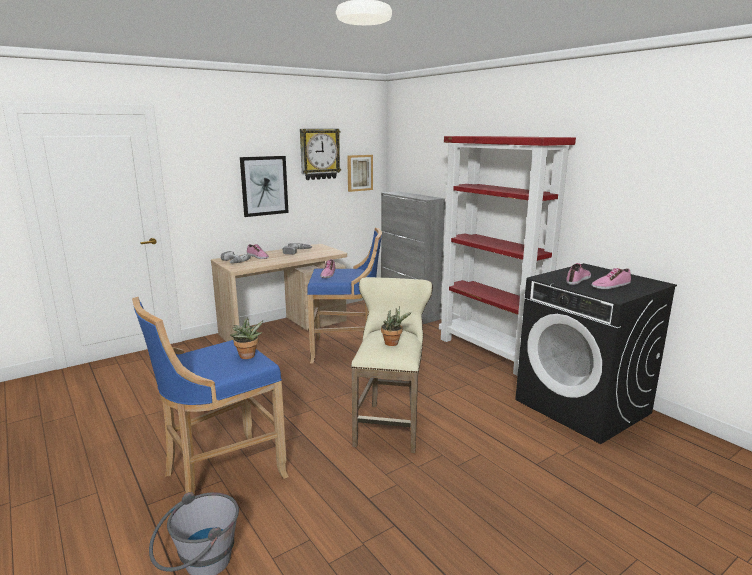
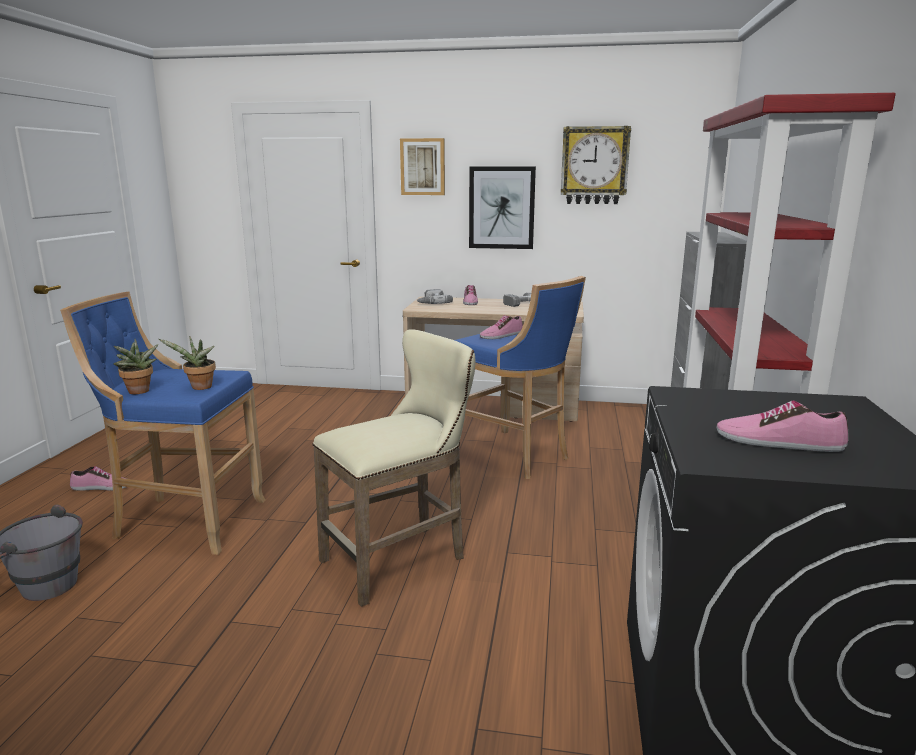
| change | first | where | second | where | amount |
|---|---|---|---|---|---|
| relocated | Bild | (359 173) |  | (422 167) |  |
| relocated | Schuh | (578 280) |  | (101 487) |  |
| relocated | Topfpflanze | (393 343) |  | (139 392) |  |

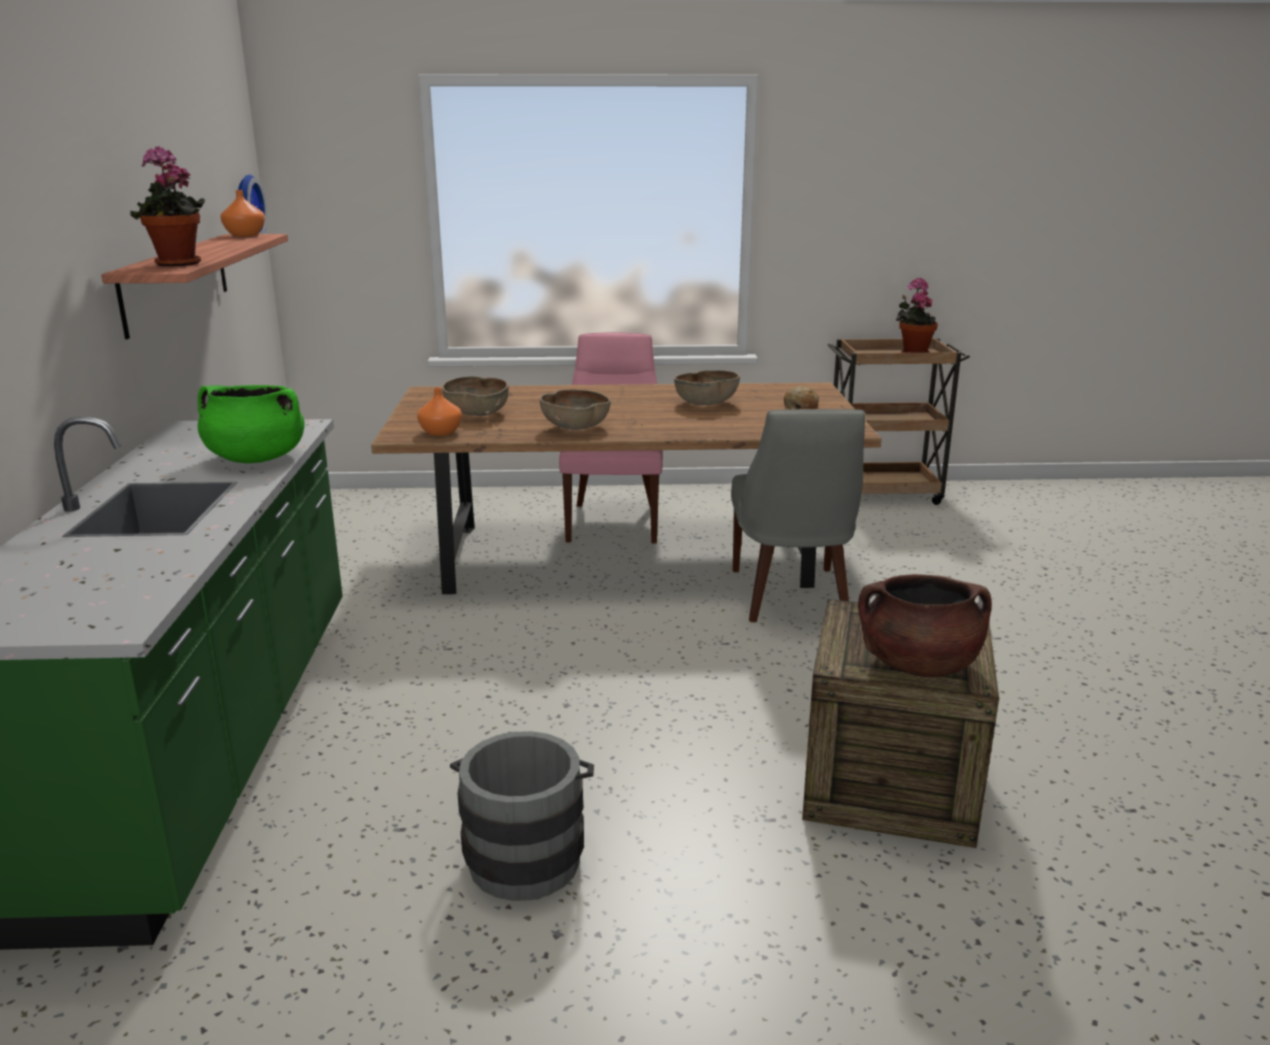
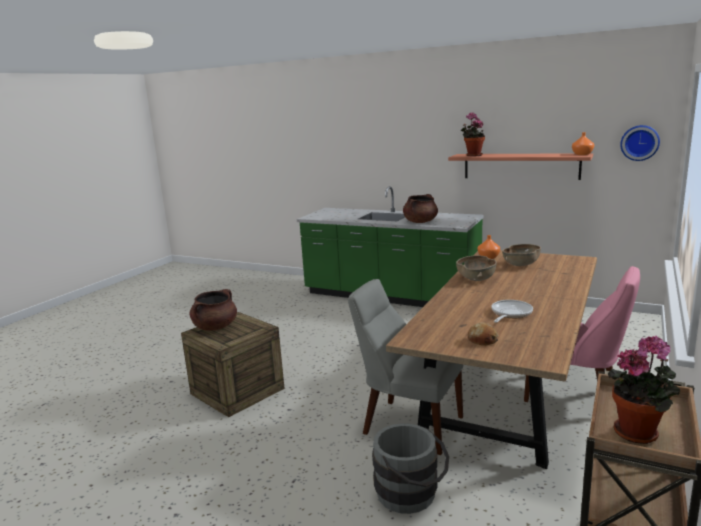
| change | first | where | second | where | amount |
|---|---|---|---|---|---|
| exchanged | Schüssel/braun | (706 404) | Pfanne | (510 314) |  |
| colour | Kochtopf/grün | (255 458) | Kochtopf/braun | (420 222) |  |
| relocated | Eimer/grau | (526 853) |  | (411 495) |  |

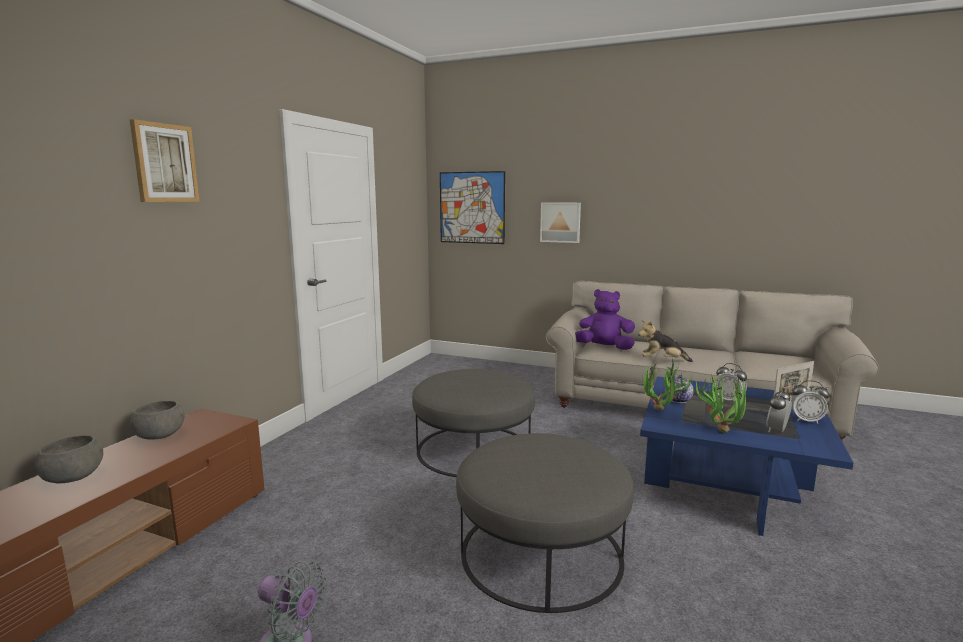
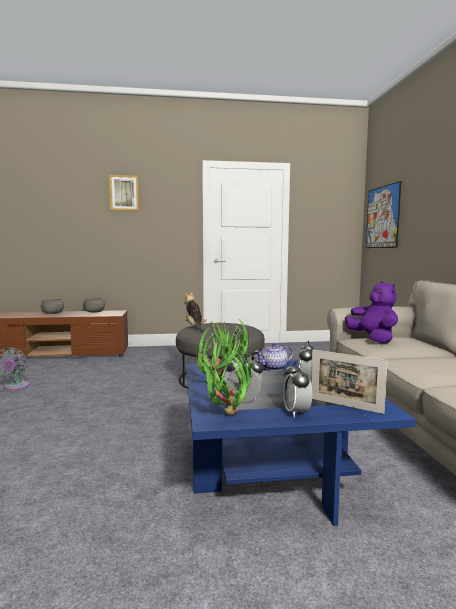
| change | first | where | second | where | amount |
|---|---|---|---|---|---|
| missing | Bild | (560 222) |  |  |  |
| relocated | Plüschtier | (662 361) |  | (194 327) |  |
| missing | Polsterhocker/grau | (541 552) |  |  |  |
| appeared |  |  | Topfpflanze | (224 416) |  |

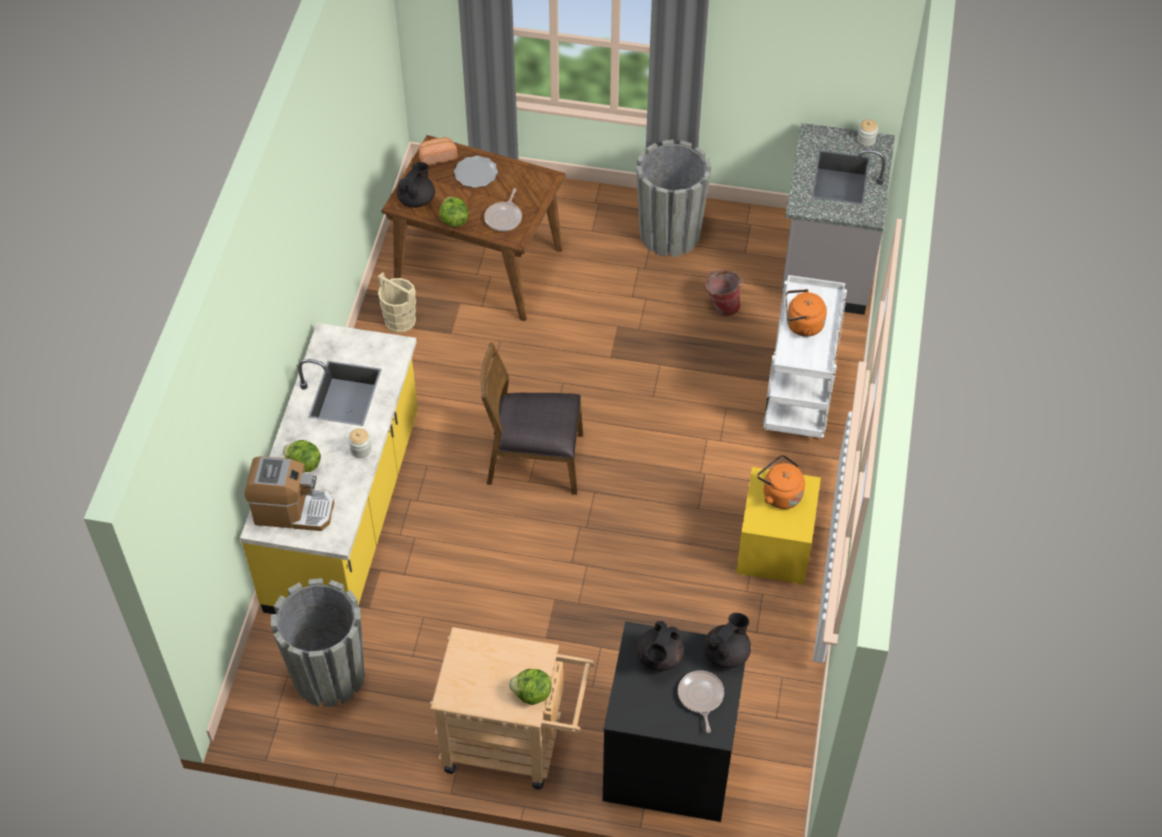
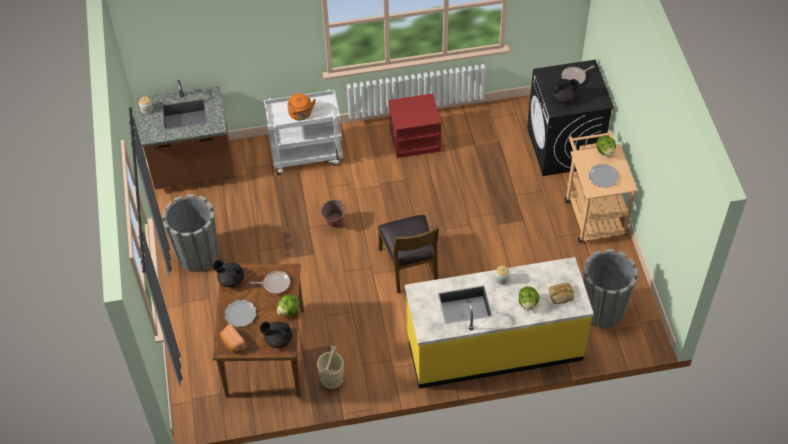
| change | first | where | second | where | amount |
|---|---|---|---|---|---|
| colour | Küchenzeile/grau | (826 263) | Küchenzeile/braun | (194 169) |  |
| relocated | Eimer | (721 306) |  | (334 224) |  |
| missing | Wasserkessel/orange | (779 494) |  |  |  |
| exchanged | Kaffeemaschine | (293 510) | Brot | (561 295) |  |
| colour | Nachttisch/gelb | (775 548) | Nachttisch/rot | (415 140) |  |
| relocated | Teekanne/schwarz | (727 653) |  | (230 279) |  |
| appeared |  |  | Teller | (603 176) |  |

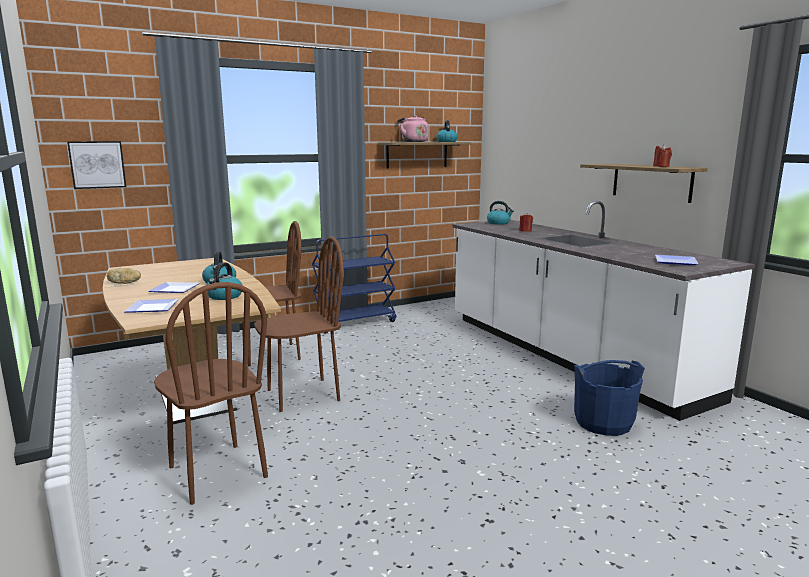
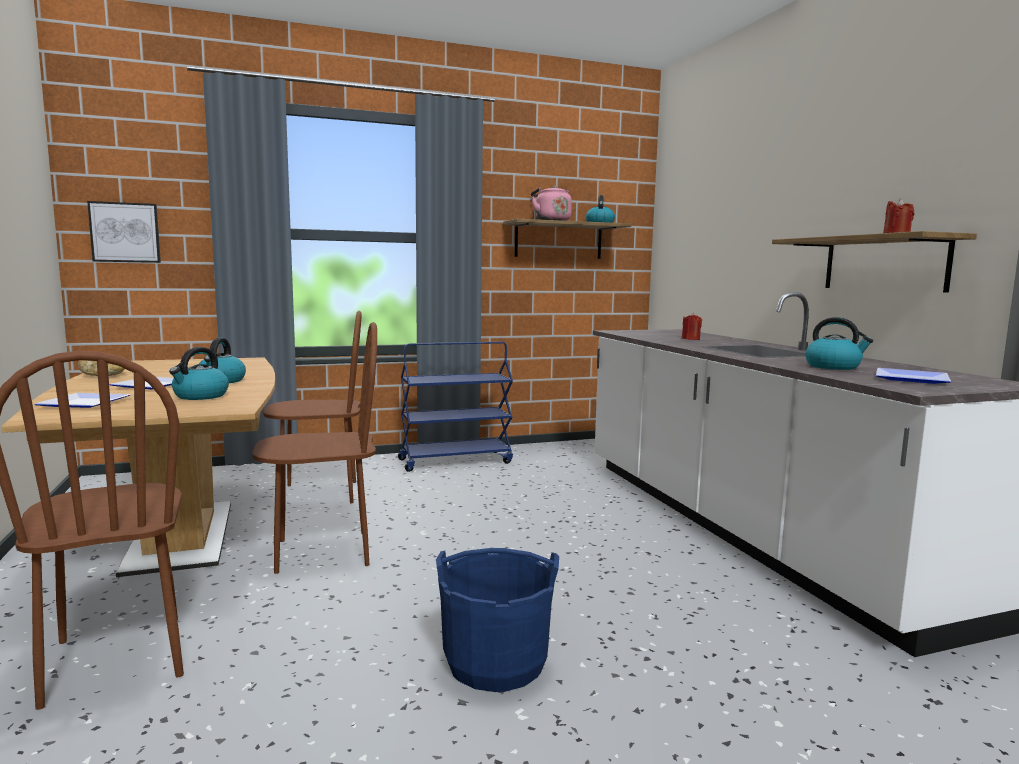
| change | first | where | second | where | amount |
|---|---|---|---|---|---|
| relocated | Wasserkessel | (499 223) |  | (833 367) |  |
| relocated | Eimer/blau | (603 423) |  | (495 663) |  |

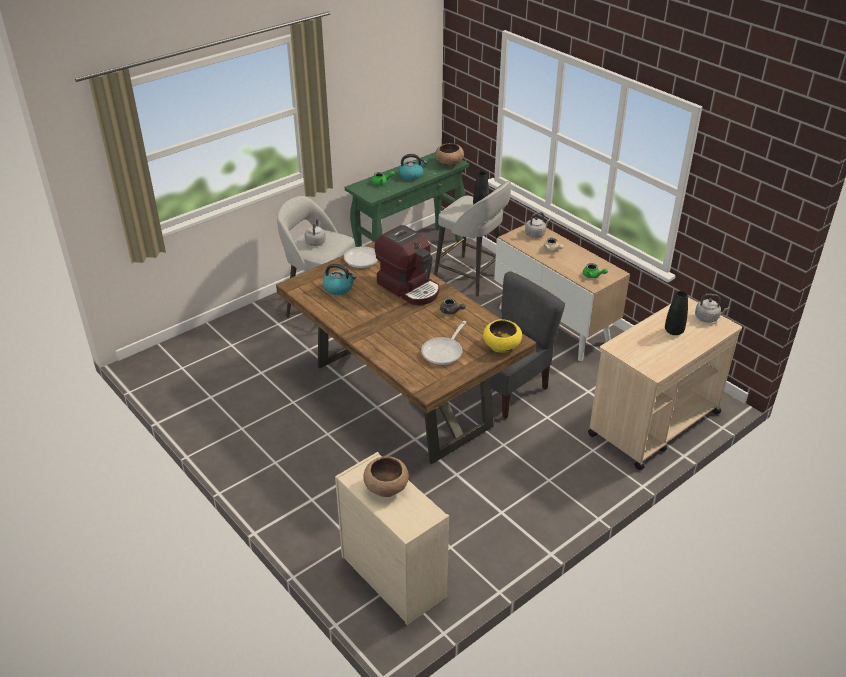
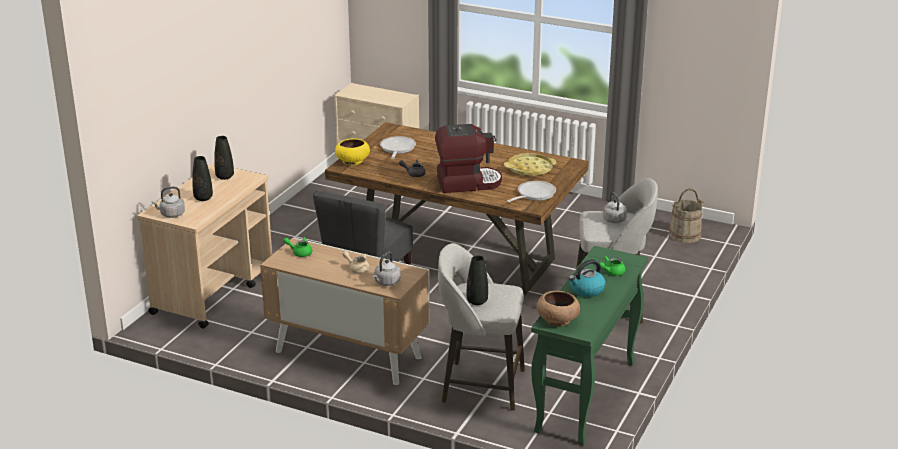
| change | first | where | second | where | amount |
|---|---|---|---|---|---|
| spun | Kaffeemaschine | (409 287) |  | (467 182) | 150 degrees clockwise |
| exchanged | Wasserkessel | (339 288) | Tablett/gelb | (530 169) |  |
| missing | Schüssel/braun | (386 487) |  |  |  |
| appeared |  |  | Vase/schwarz | (224 177) |  |
| appeared |  |  | Eimer/beige | (684 235) |  |

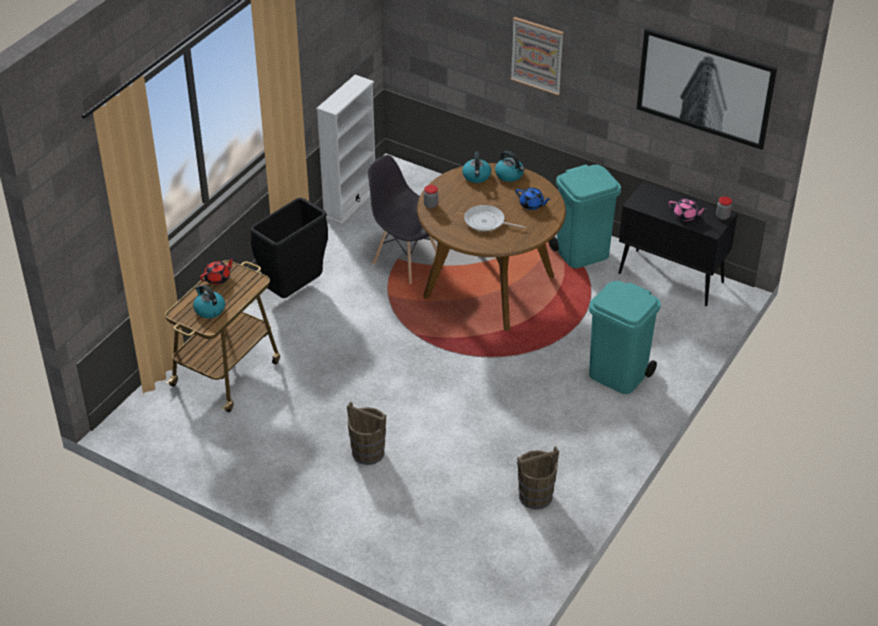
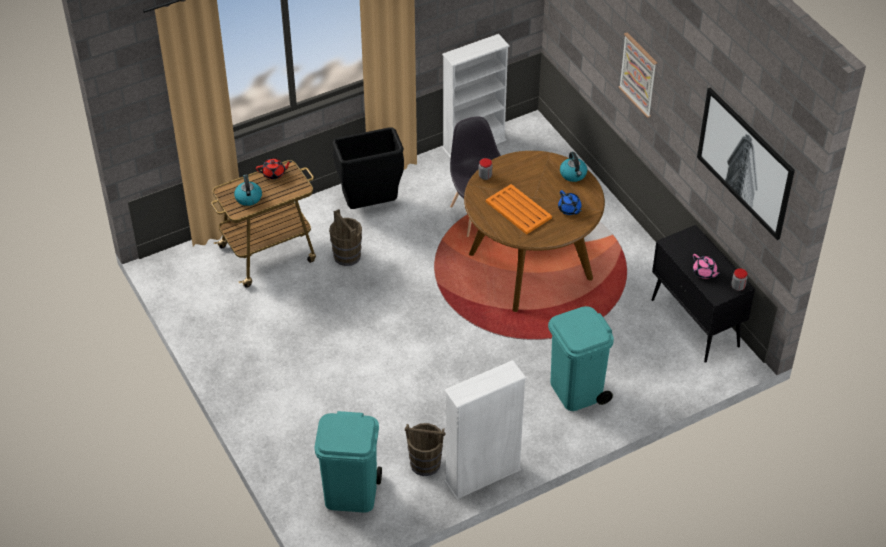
| change | first | where | second | where | amount |
|---|---|---|---|---|---|
| missing | Wasserkessel | (476 176) |  |  |  |
| relocated | Mülleimer/türkis | (582 253) |  | (351 494) |  |
| exchanged | Pfanne | (487 222) | Tablett/orange | (518 210) |  |
| relocated | Eimer/braun | (368 452) |  | (347 255) |  |
| appeared |  |  | Bücherregal/weiß | (482 476) |  |

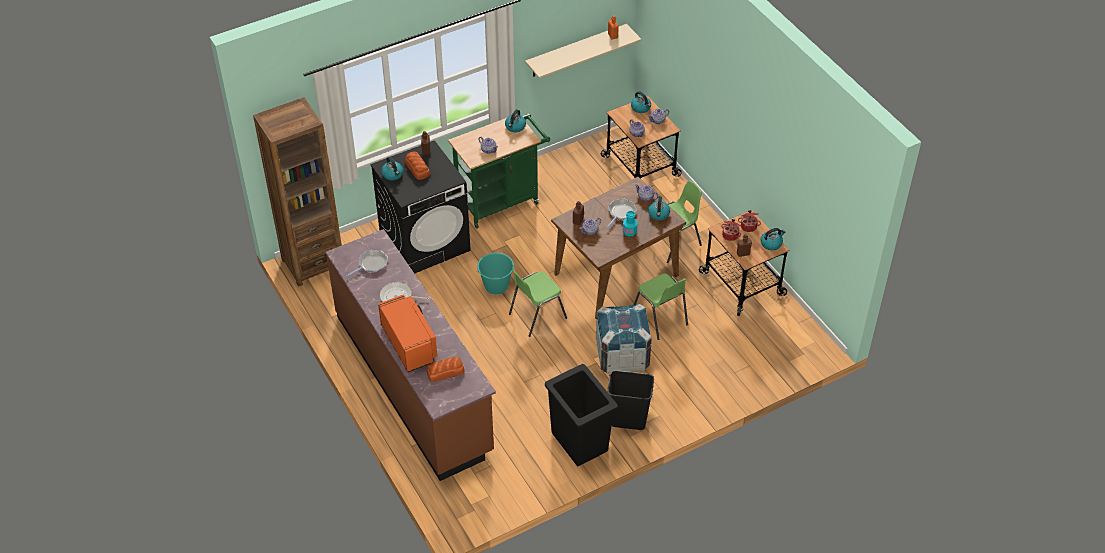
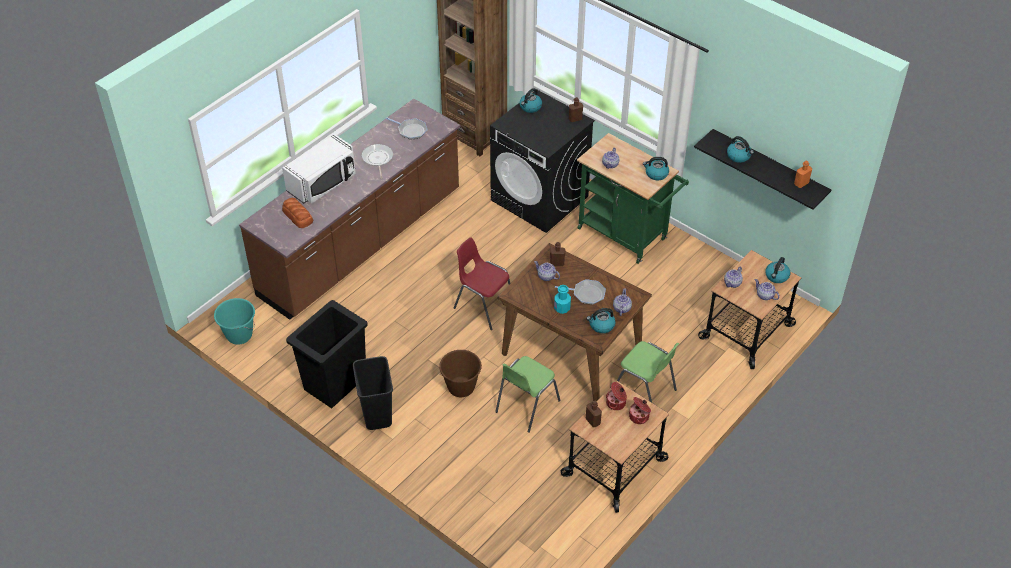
| change | first | where | second | where | amount |
|---|---|---|---|---|---|
| colour | Wandregal/beige | (576 51) | Wandregal/schwarz | (768 168) |  |
| missing | Brot | (417 169) |  |  |  |
| relocated | Wasserkessel | (771 243) |  | (739 156) |  |
| relocated | Eimer/türkis | (496 286) |  | (239 335) |  |
| colour | Stuhl/grün | (536 316) | Stuhl/rot | (483 306) |  |
| colour | Mikrowelle/orange | (409 343) | Mikrowelle/weiß | (323 183) |  |
| exchanged | Kiste | (622 355) | Eimer/braun | (461 387) |  |

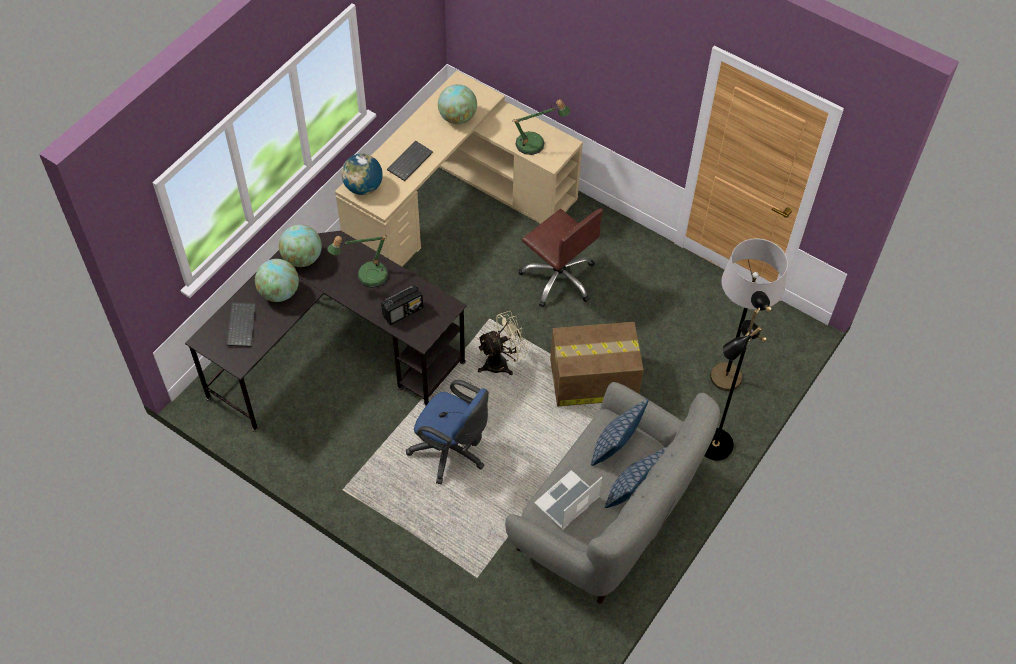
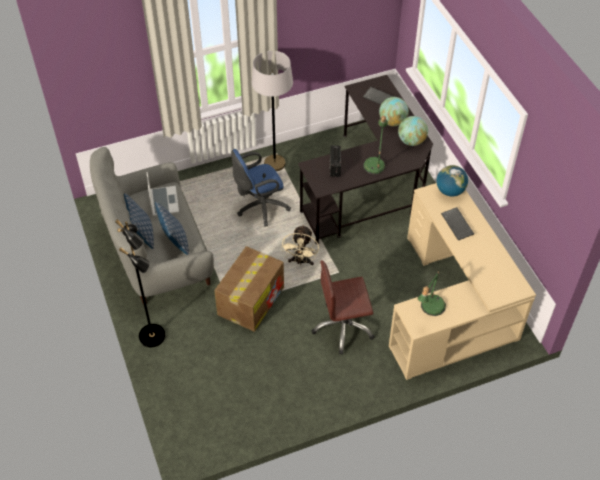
| change | first | where | second | where | amount |
|---|---|---|---|---|---|
| missing | Globus | (457 117) |  |  |  |
| relocated | Stehlampe/grau | (726 377) |  | (274 163) |  |

